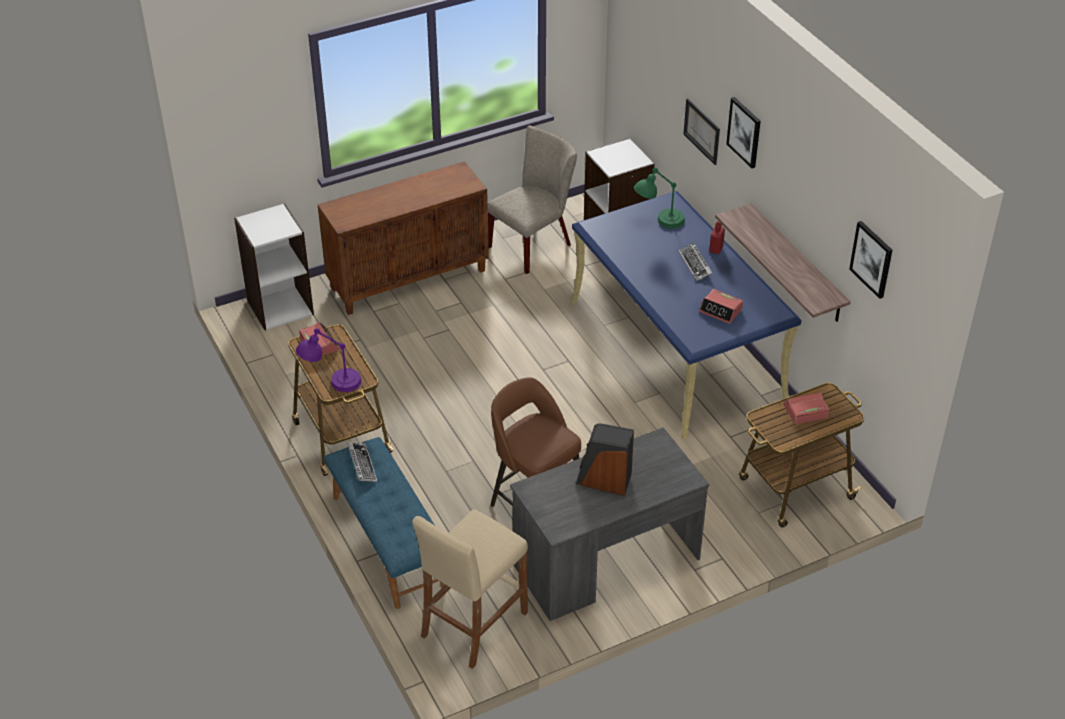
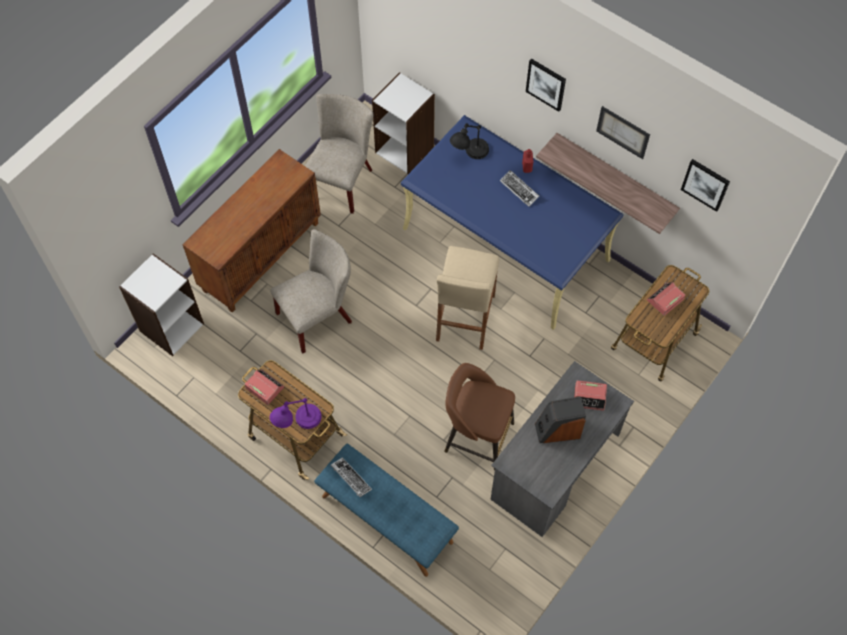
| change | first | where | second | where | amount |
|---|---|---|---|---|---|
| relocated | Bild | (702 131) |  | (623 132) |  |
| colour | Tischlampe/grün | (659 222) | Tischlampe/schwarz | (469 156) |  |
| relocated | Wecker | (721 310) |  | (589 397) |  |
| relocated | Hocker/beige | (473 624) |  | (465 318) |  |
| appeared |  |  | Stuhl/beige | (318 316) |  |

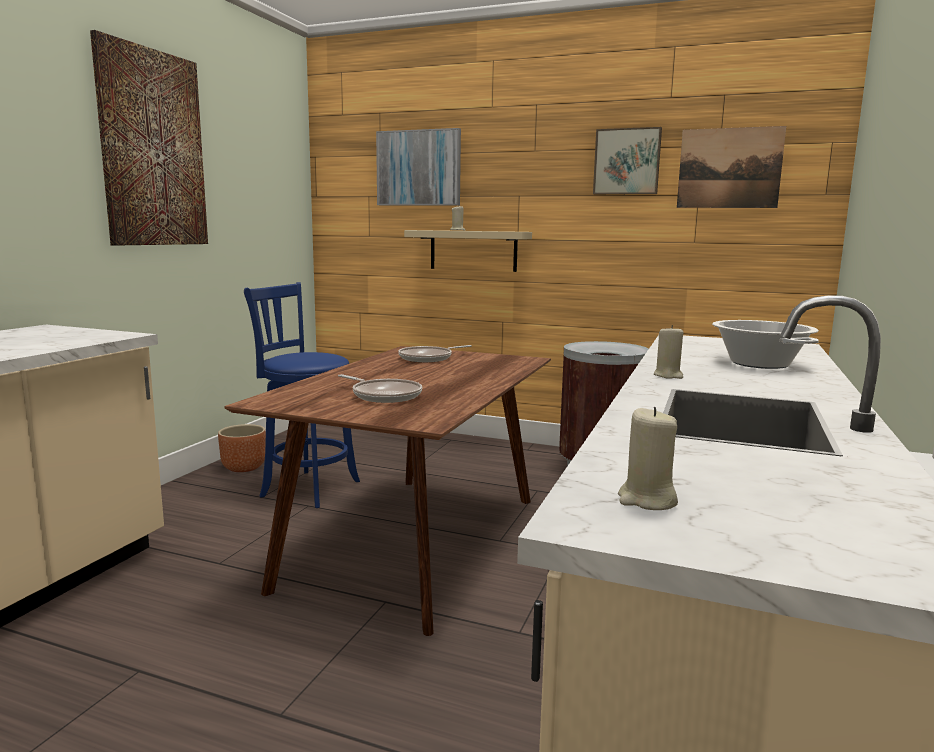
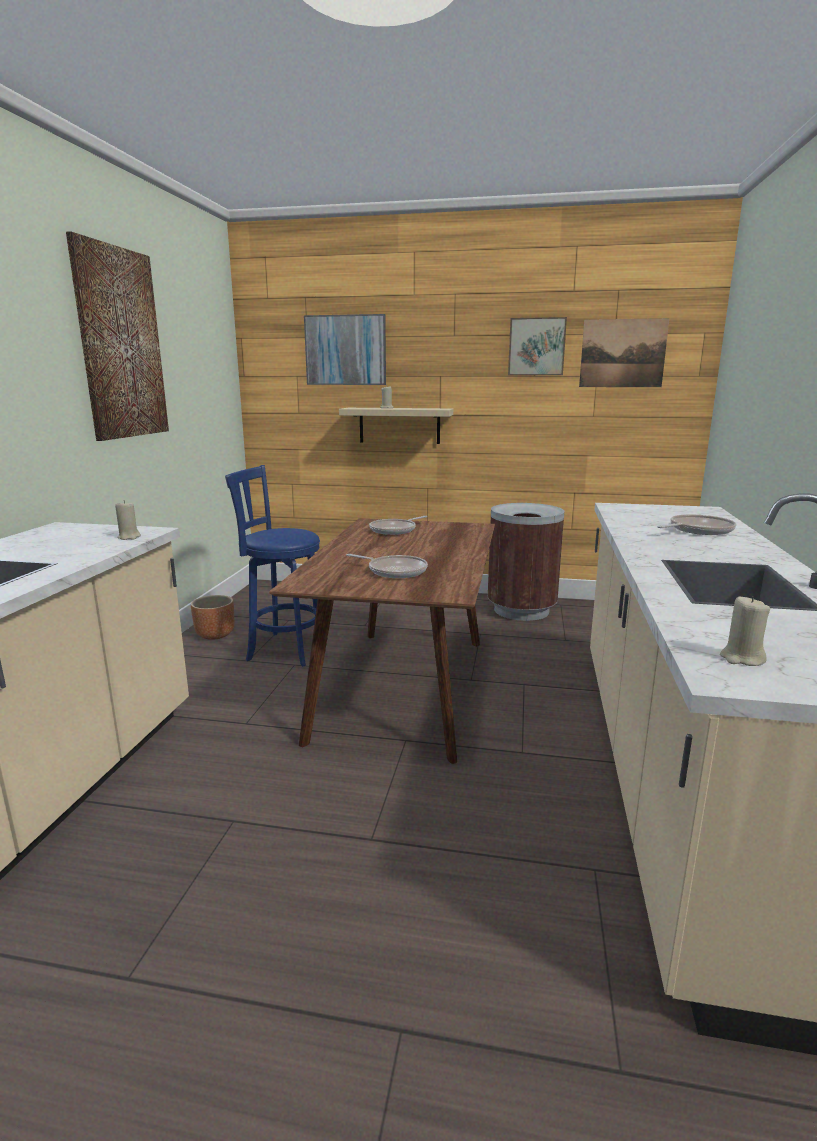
| change | first | where | second | where | amount |
|---|---|---|---|---|---|
| exchanged | Kochtopf | (759 364) | Pfanne | (698 530) |  |
| relocated | Kerze/beige | (668 375) |  | (129 537) |  |

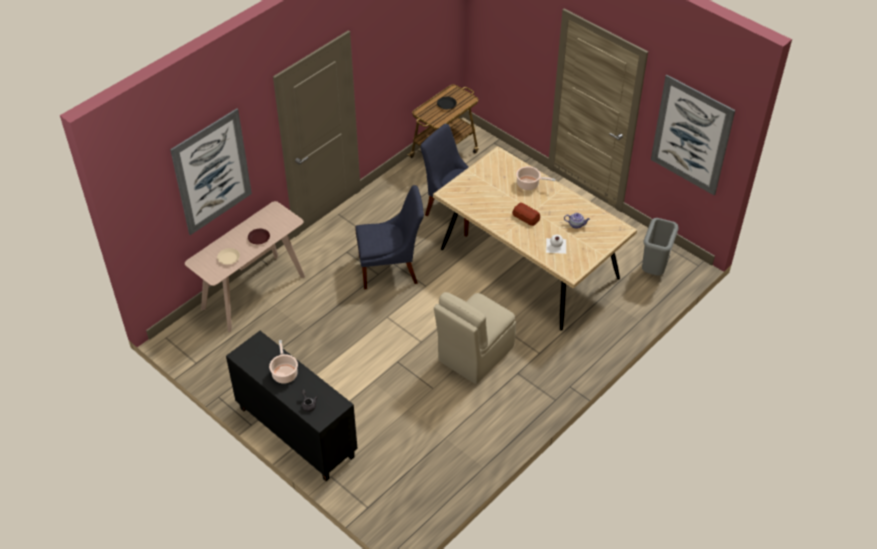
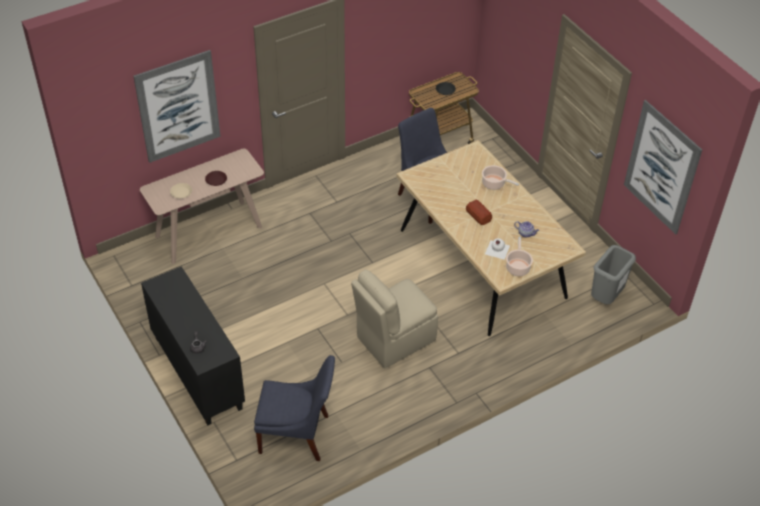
| change | first | where | second | where | amount |
|---|---|---|---|---|---|
| relocated | Stuhl/blau | (391 269) |  | (297 435) |  |
| relocated | Kochtopf | (284 373) |  | (518 267) |  |

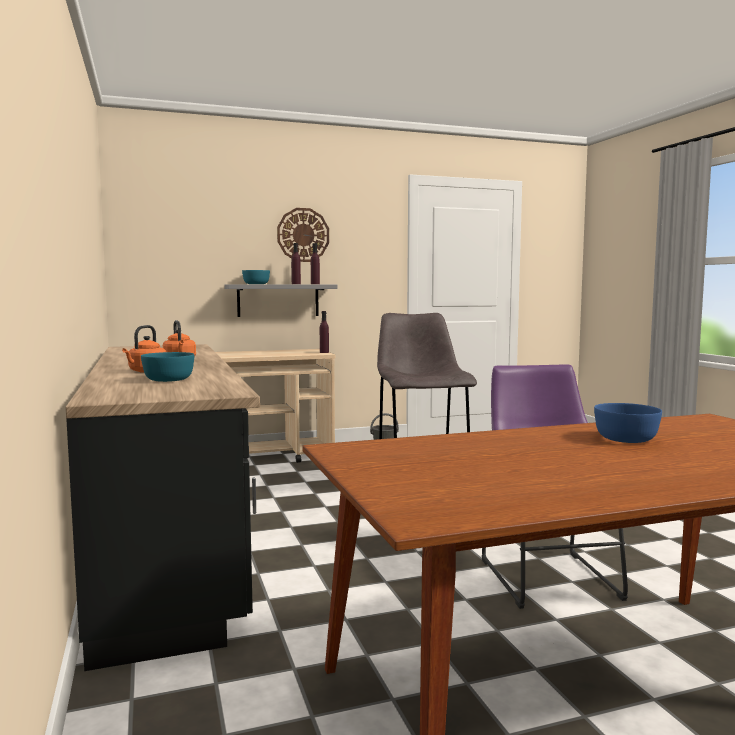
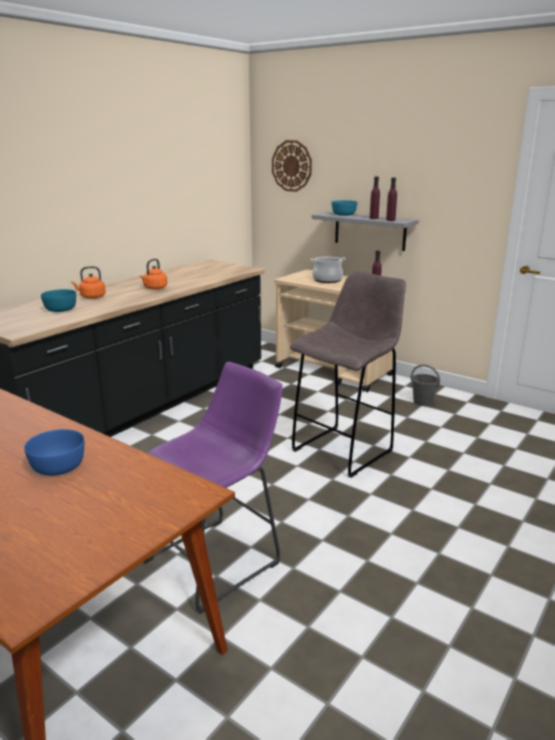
| change | first | where | second | where | amount |
|---|---|---|---|---|---|
| relocated | Wanduhr | (303 235) |  | (291 166) |  |
| appeared |  |  | Kochtopf | (327 280) |  |

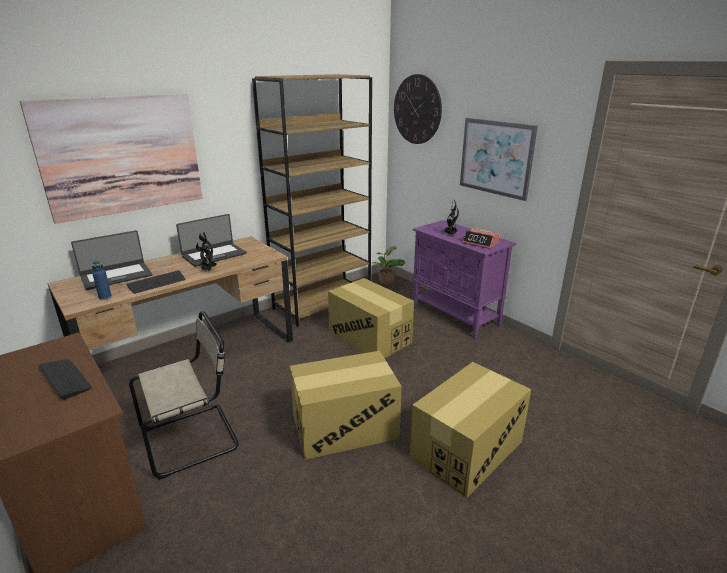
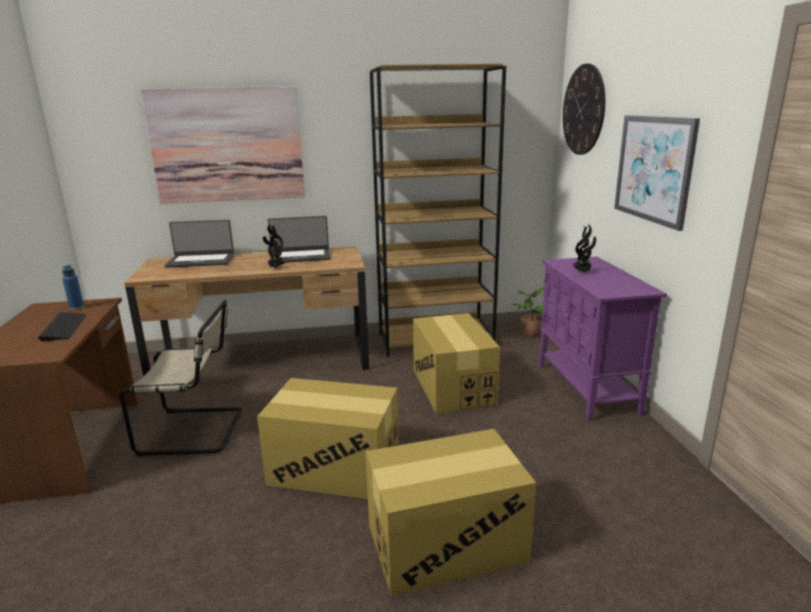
| change | first | where | second | where | amount |
|---|---|---|---|---|---|
| missing | Wecker | (480 243) |  |  |  |
| relocated | Flasche/blau | (105 297) |  | (76 307) |  |
| missing | Tastatur | (157 283) |  |  |  |

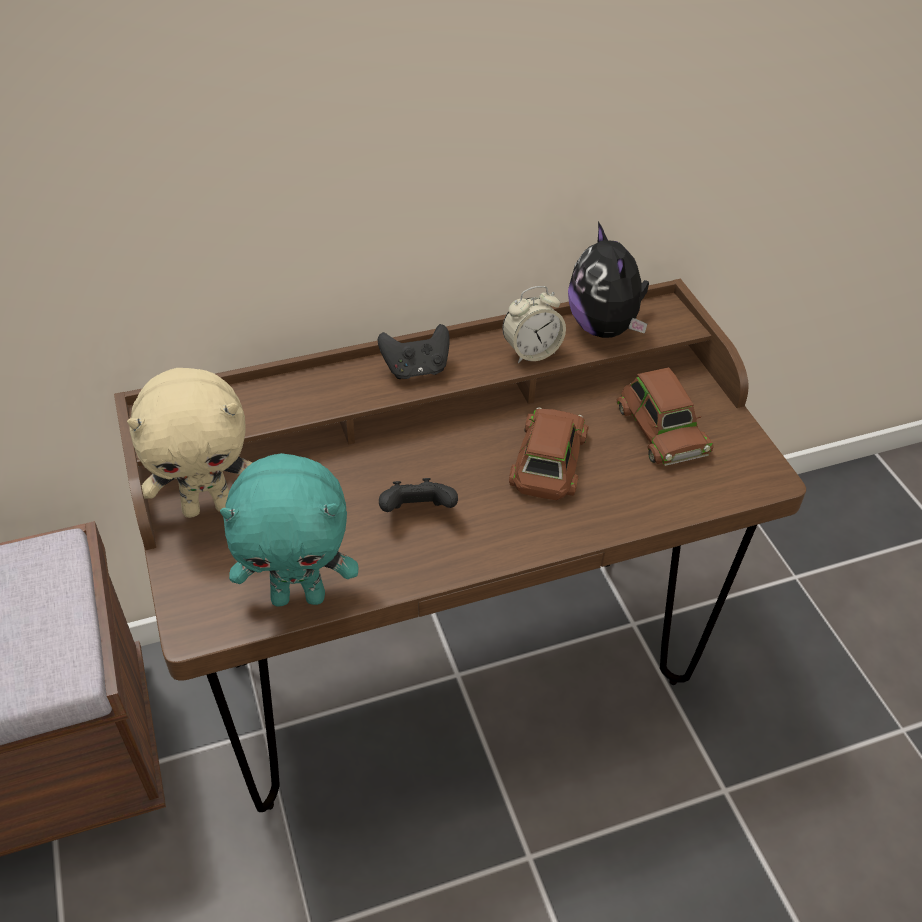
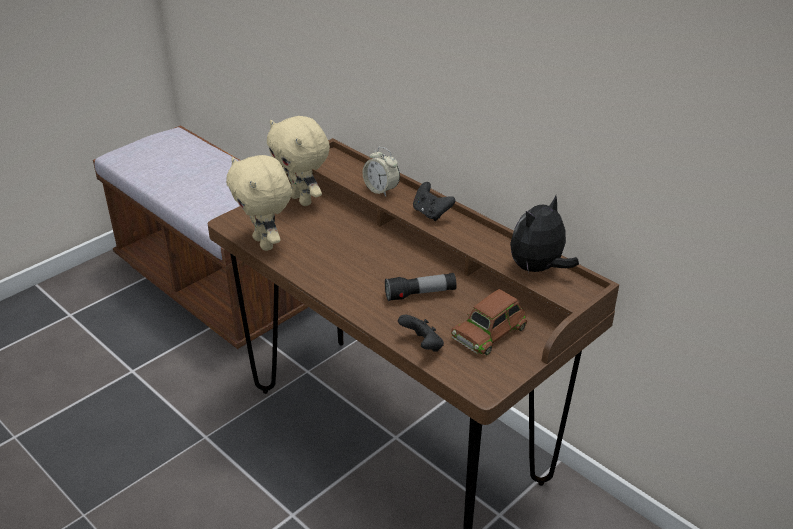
| change | first | where | second | where | amount |
|---|---|---|---|---|---|
| relocated | Wecker | (531 352) |  | (381 190) |  |
| exchanged | Spielzeugauto/braun | (548 462) | Taschenlampe | (420 294) |  |
| colour | Plüschtier/türkis | (299 595) | Plüschtier/beige | (265 243) |  |
| relocated | Gamepad/schwarz | (417 512) |  | (422 345) |  |

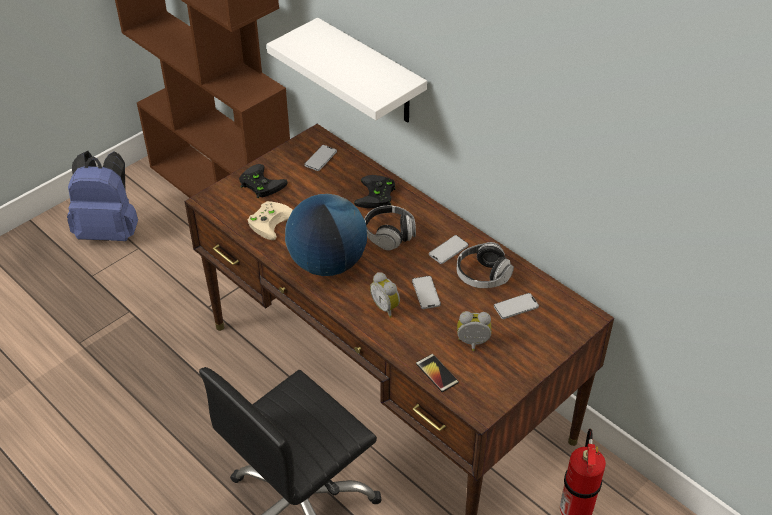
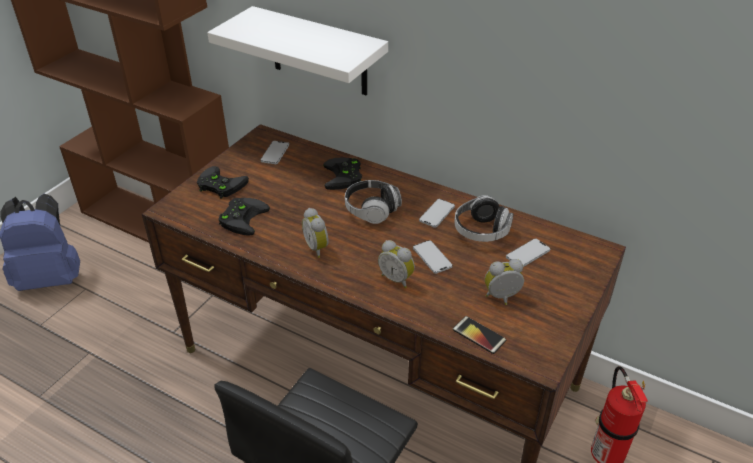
| change | first | where | second | where | amount |
|---|---|---|---|---|---|
| exchanged | Globus | (327 263) | Wecker | (318 247) |  |
| colour | Gamepad/beige | (270 221) | Gamepad/schwarz | (242 217) |  |

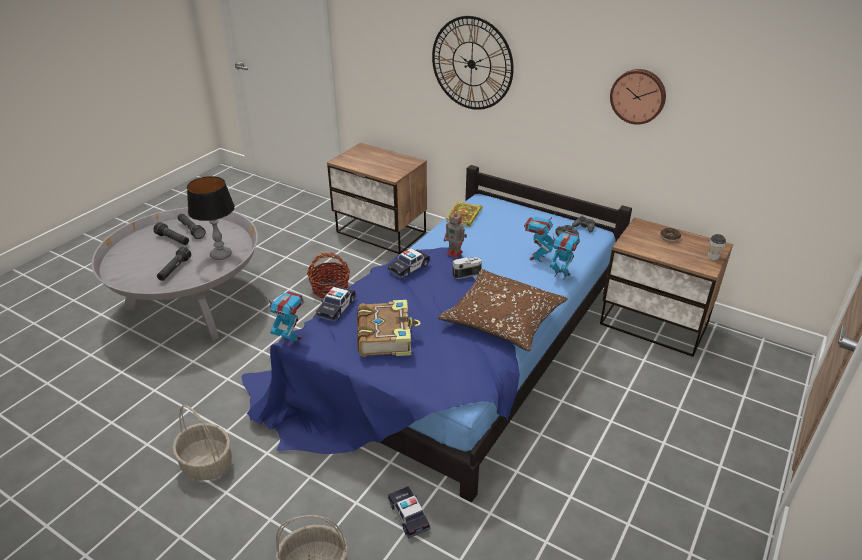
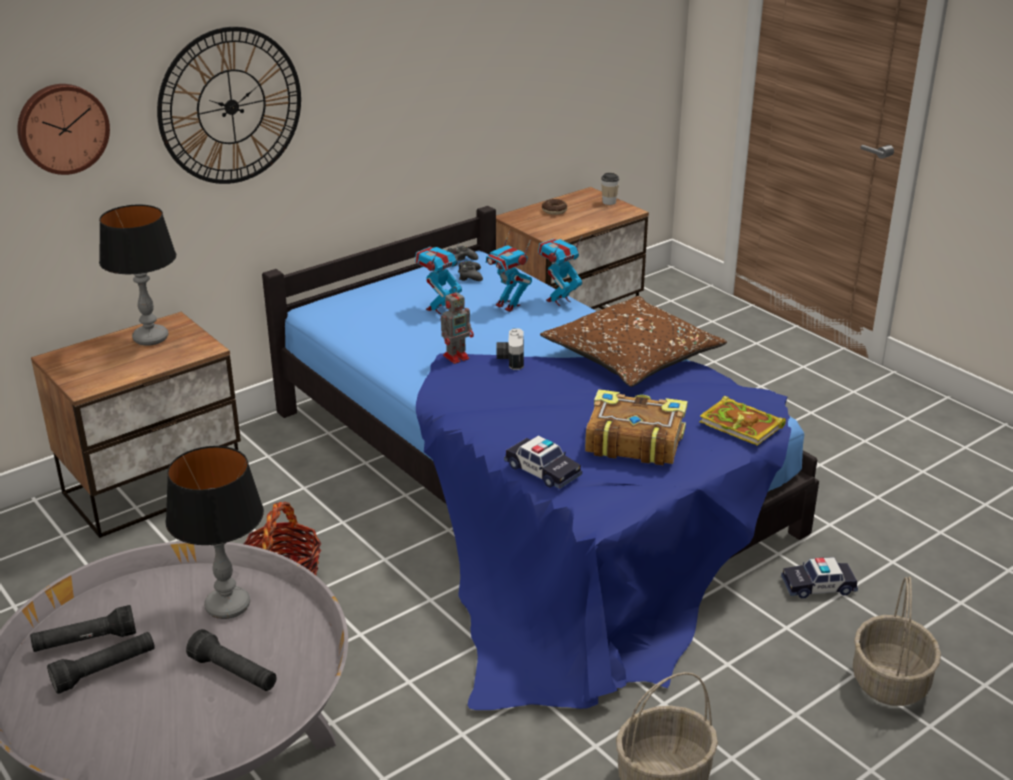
| change | first | where | second | where | amount |
|---|---|---|---|---|---|
| relocated | Wanduhr | (638 96) |  | (62 128) |  |
| relocated | Buch | (464 216) |  | (743 425) |  |
| missing | Spielzeugauto | (409 268) |  |  |  |
| relocated | Spielzeugroboter | (291 339) |  | (439 309) |  |
| appeared |  |  | Tischlampe | (151 338) |  |

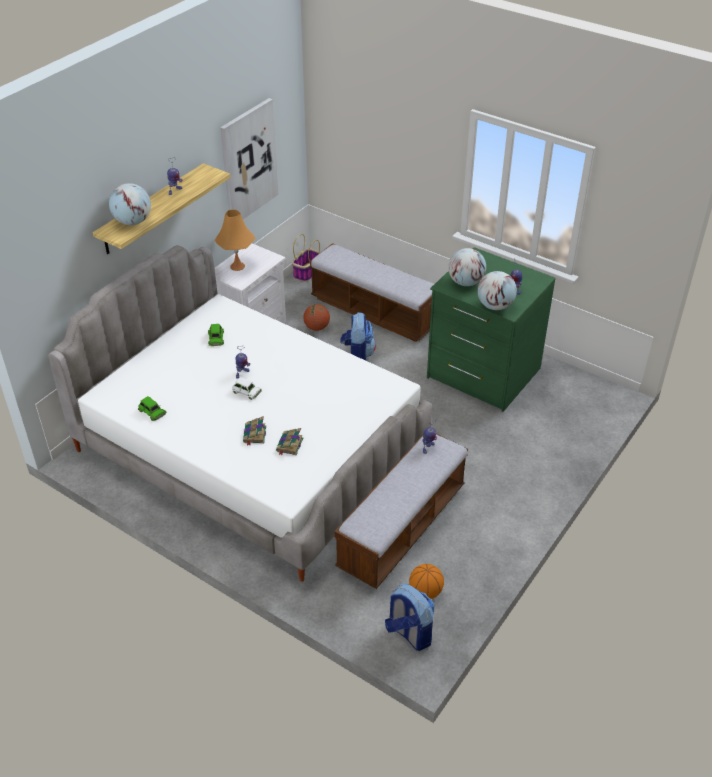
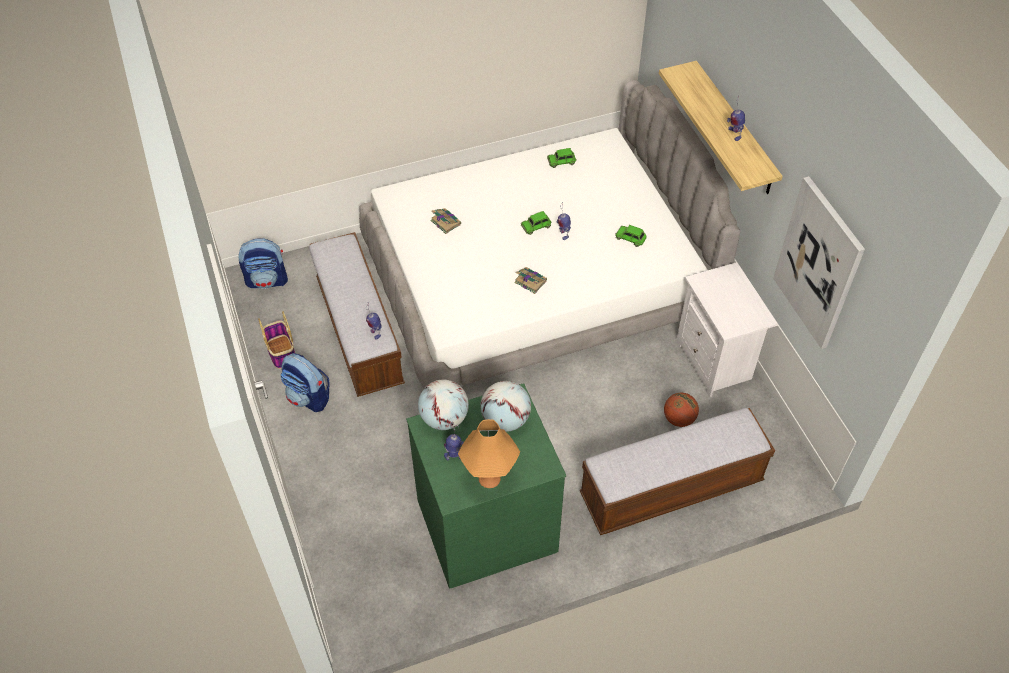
| change | first | where | second | where | amount |
|---|---|---|---|---|---|
| missing | Globus | (133 222) |  |  |  |
| relocated | Tischlampe/orange | (237 266) |  | (489 478) |  |
| relocated | Korb | (307 273) |  | (281 352) |  |
| relocated | Rucksack | (357 356) |  | (309 397) |  |
| colour | Spielzeugauto/weiß | (246 391) | Spielzeugauto/grün | (536 225) |  |
| relocated | Buch | (254 435) |  | (530 281) |  |
| missing | Basketball | (425 592) |  |  |  |

